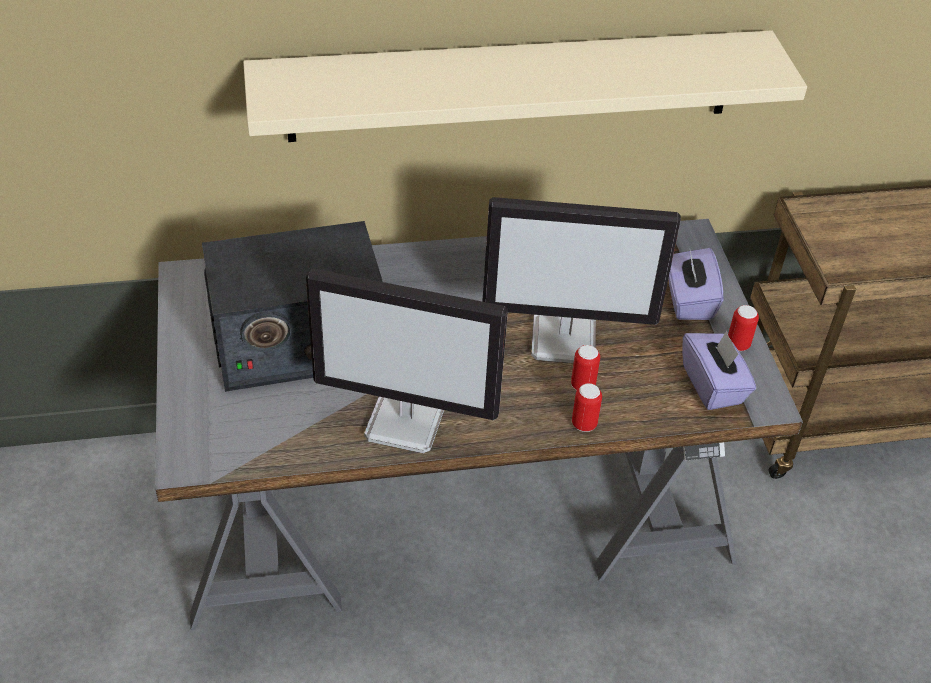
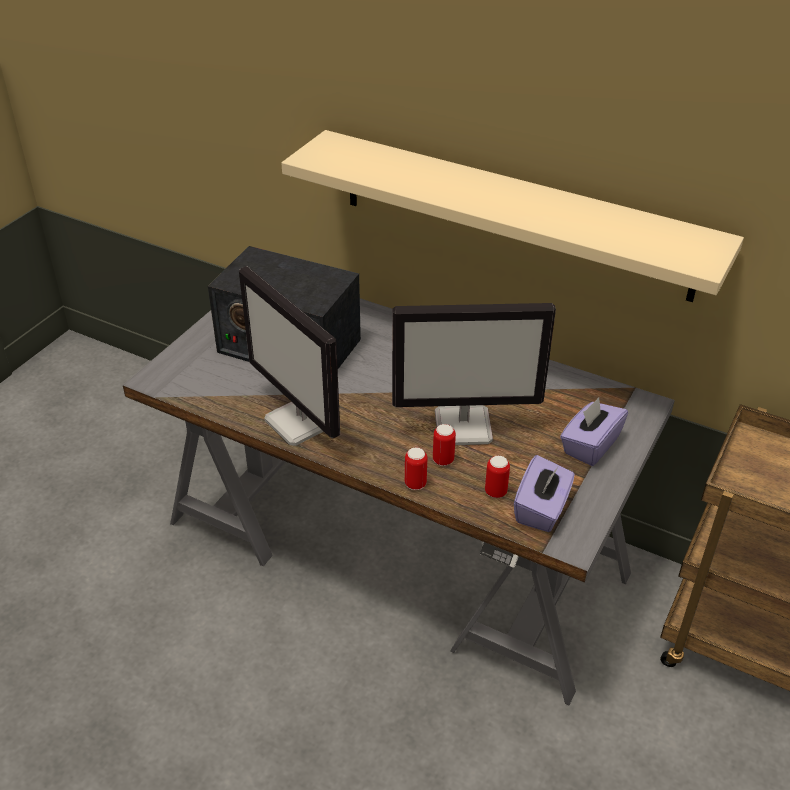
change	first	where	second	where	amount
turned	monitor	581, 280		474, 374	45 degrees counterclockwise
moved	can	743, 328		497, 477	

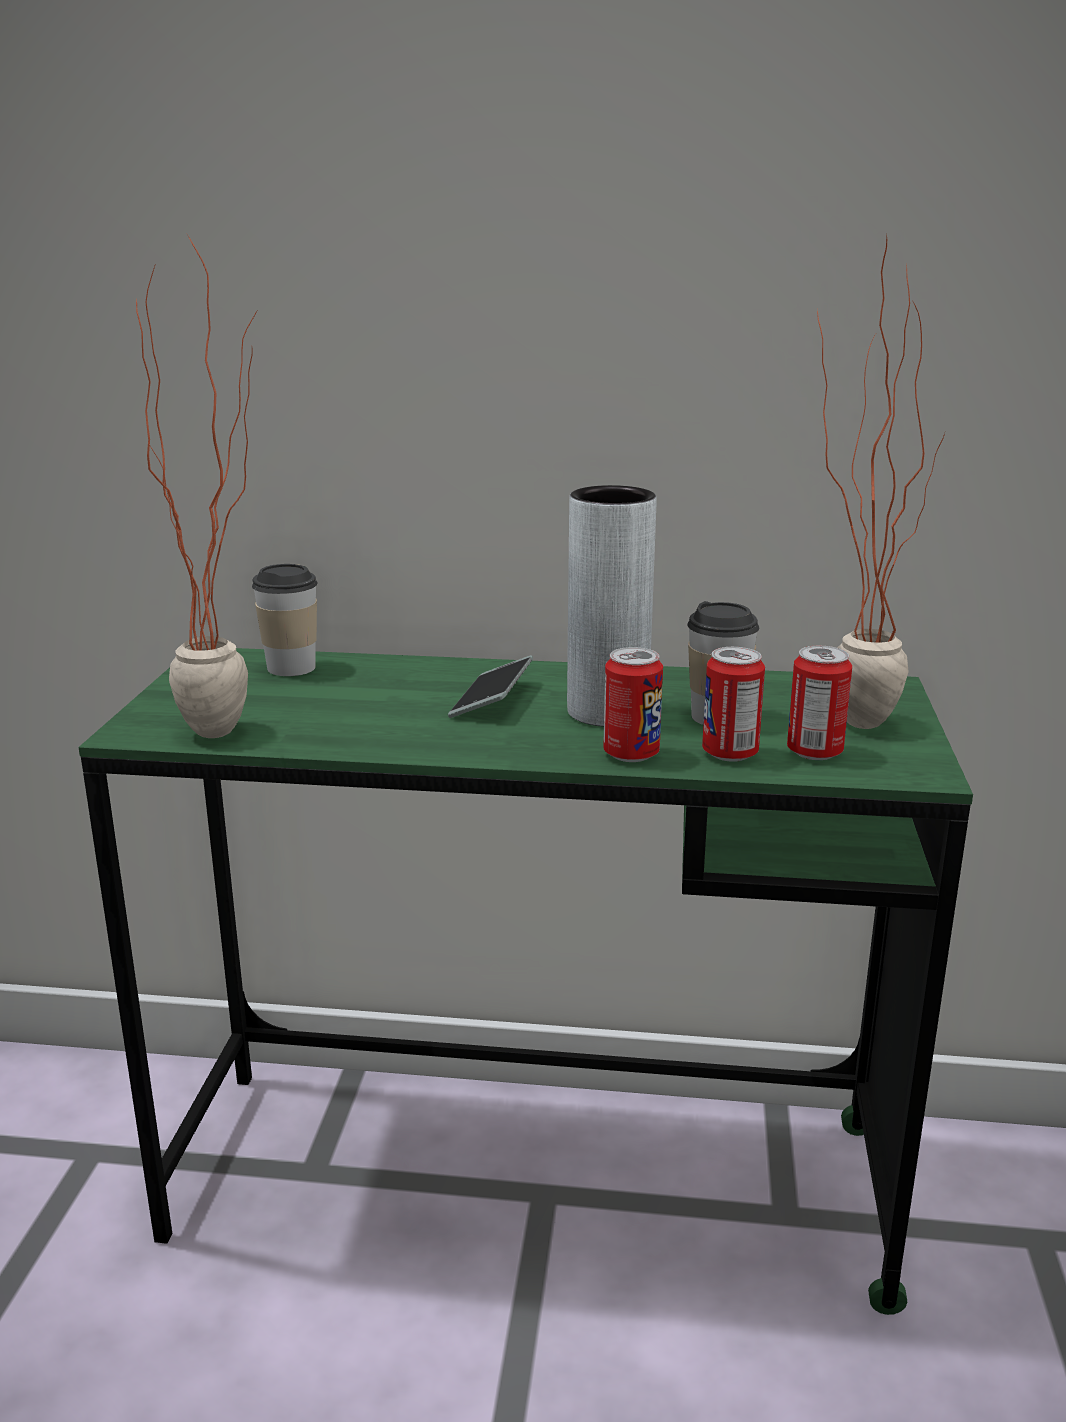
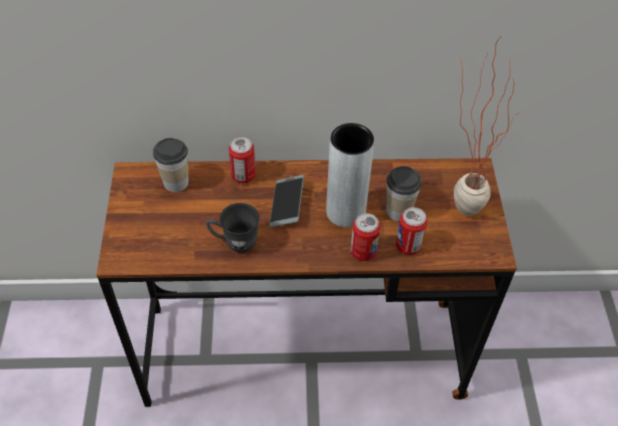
change	first	where	second	where	amount
removed	potted plant	196, 486			
moved	can	819, 703		242, 160	
recoloured	desk in green	525, 981	desk in brown	306, 282	
added			mug in grey	233, 228	

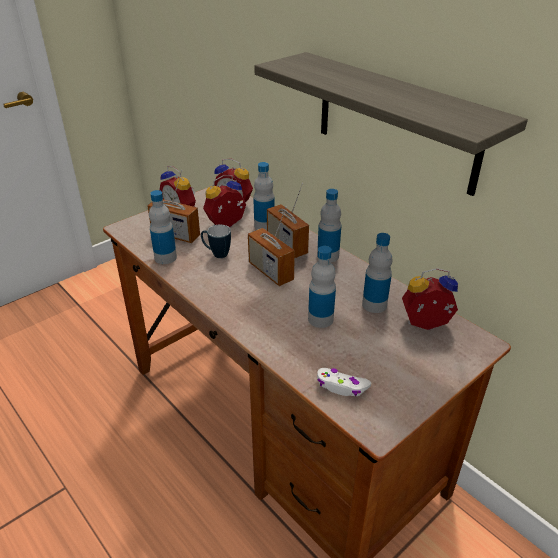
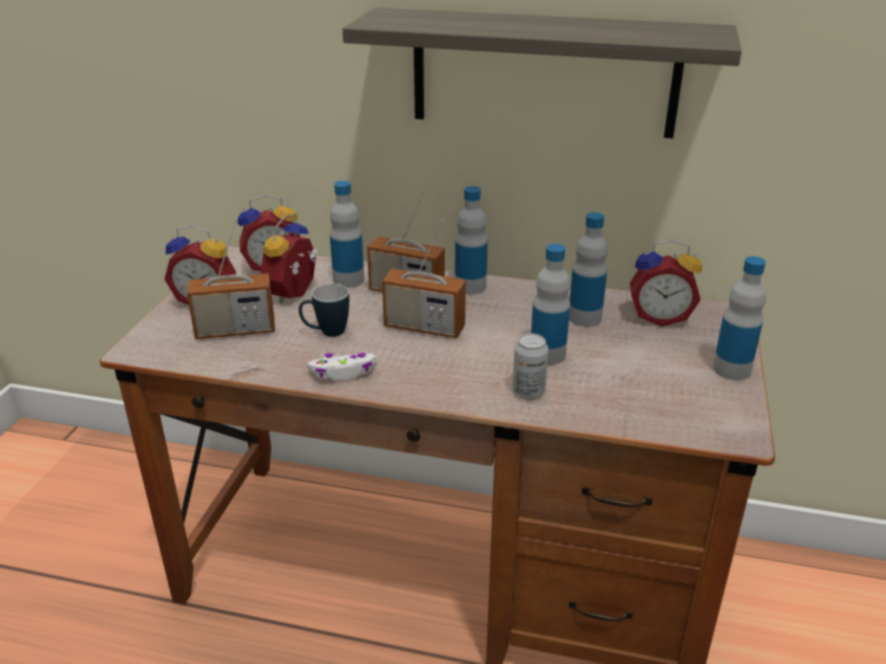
change	first	where	second	where	amount
moved	bottle	163, 227		739, 318	
turned	alarm clock	430, 299		666, 283	135 degrees counterclockwise
moved	game controller in white	344, 382		341, 366	
added			can	530, 366	

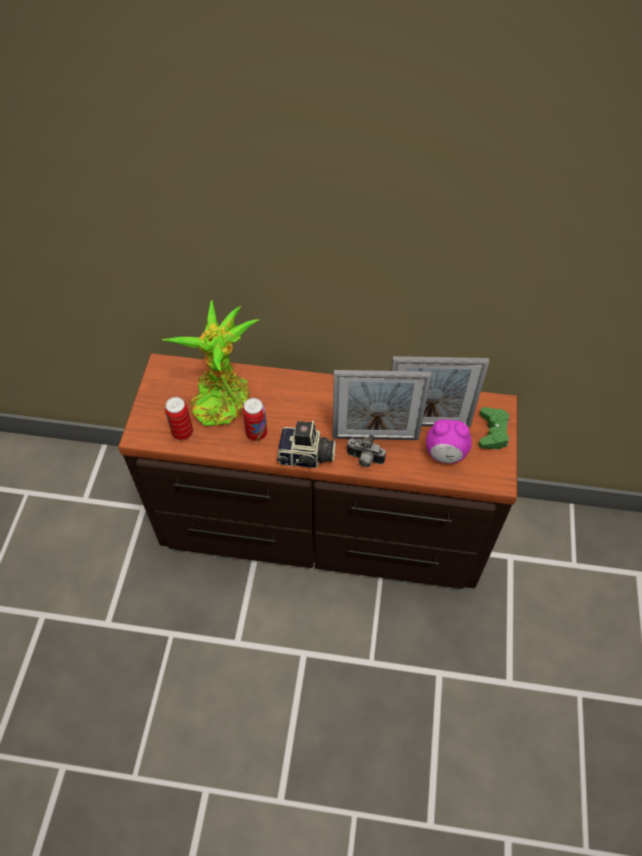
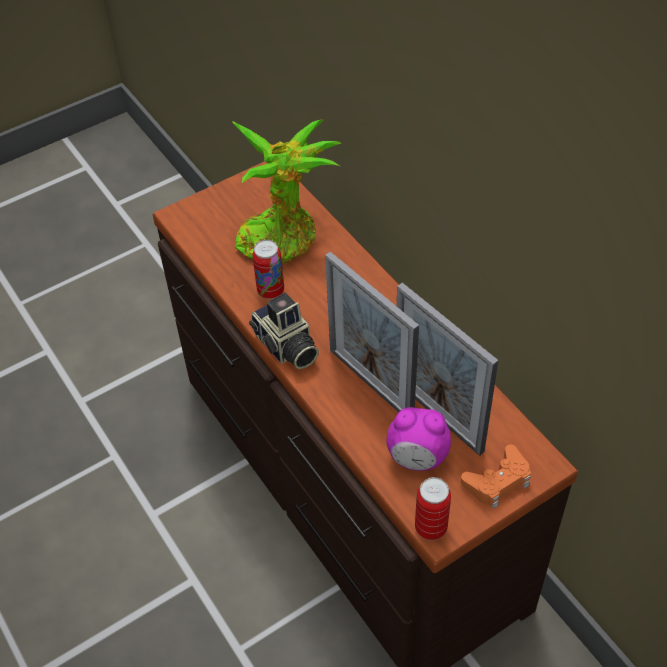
change	first	where	second	where	amount
moved	can	179, 418		433, 508	
recoloured	game controller in green	494, 428	game controller in orange	496, 477	
turned	alarm clock	449, 441		419, 439	45 degrees counterclockwise
removed	photo camera	366, 450			

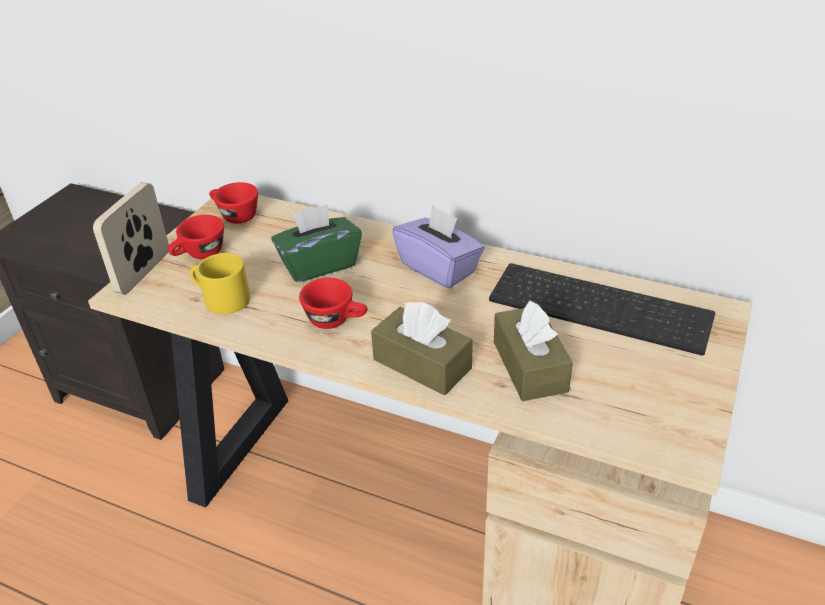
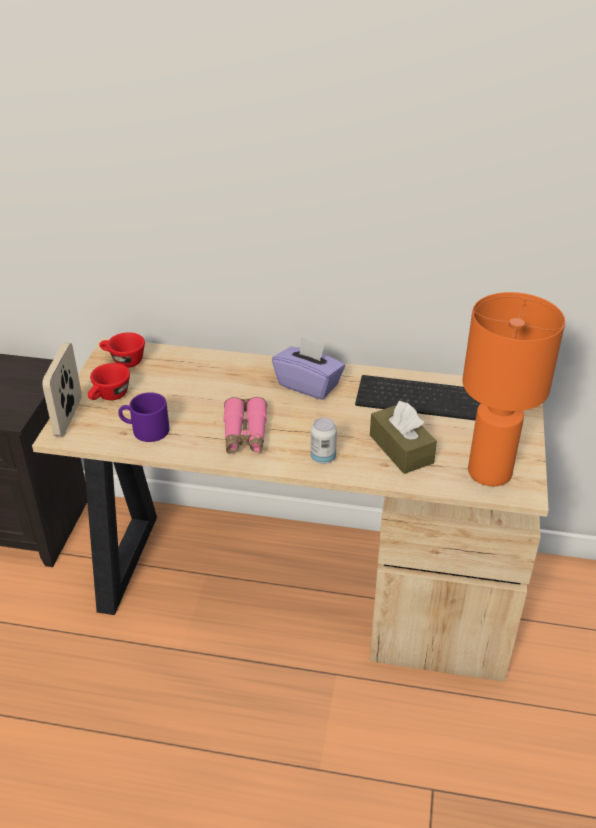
change	first	where	second	where	amount
removed	tissue box in green	316, 243			
recoloured	mug in yellow	220, 283	mug in purple	143, 417	
replaced	cup in red	333, 303	binoculars in pink	245, 425	
replaced	tissue box in brown	422, 348	can	324, 441	
added			table lamp in orange	513, 389	

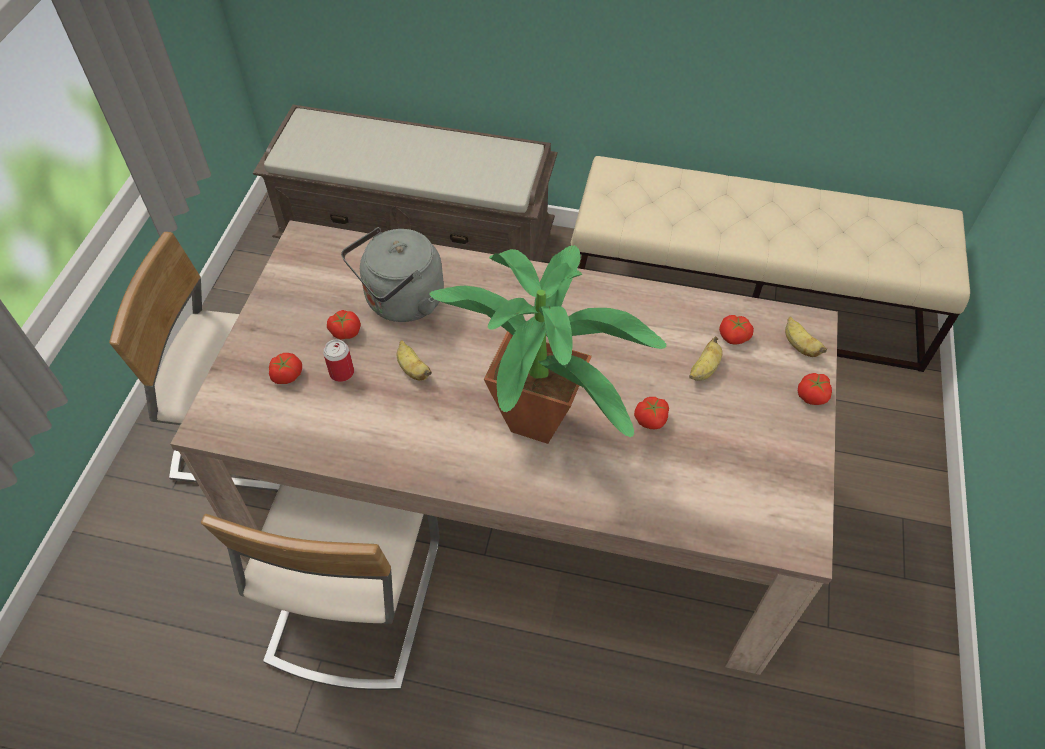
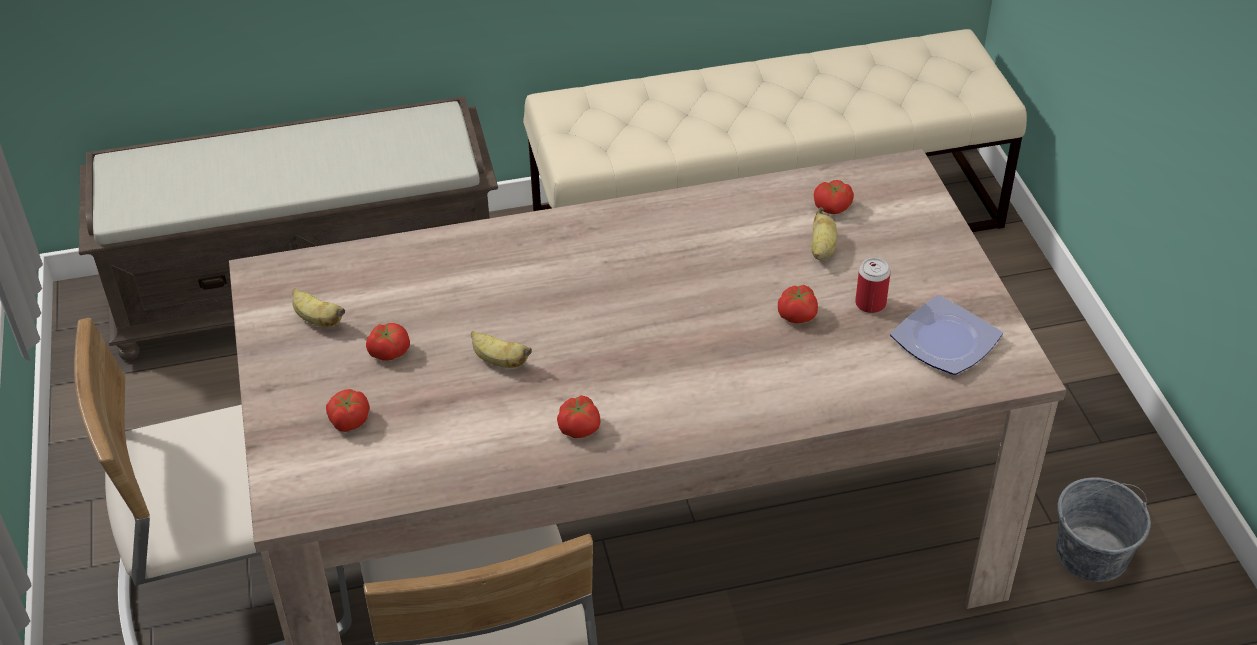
change	first	where	second	where	amount
removed	kettle in grey	392, 274			
removed	potted plant	548, 344			
moved	banana	806, 337		318, 308	
moved	can	338, 360		873, 285	
moved	tomato	815, 389		579, 416	
added			plate	946, 335	
added			bucket in grey	1103, 529	

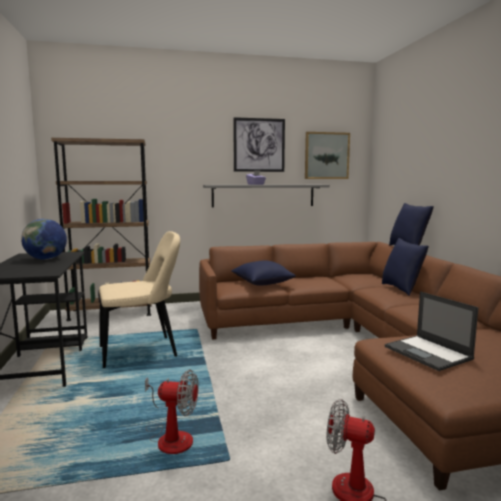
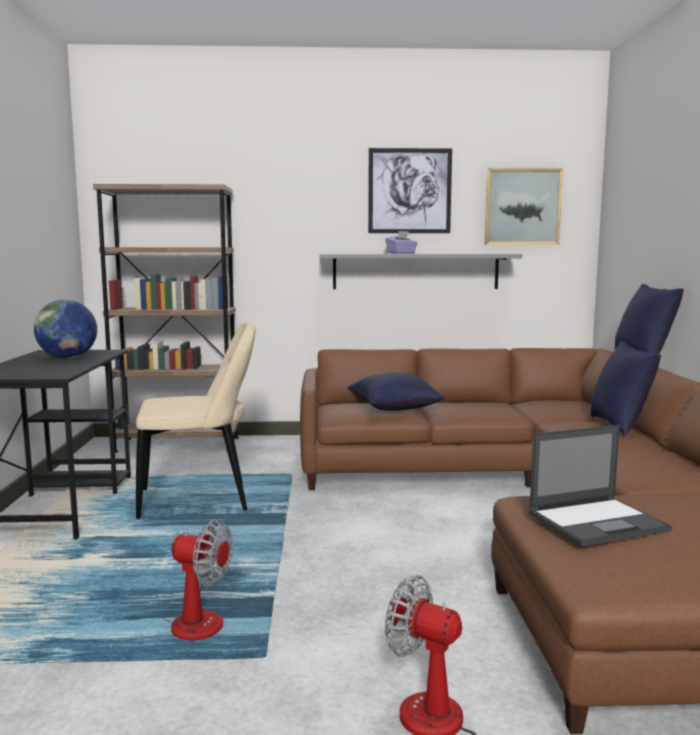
change	first	where	second	where	amount
turned	laptop	432, 331		600, 485	90 degrees counterclockwise

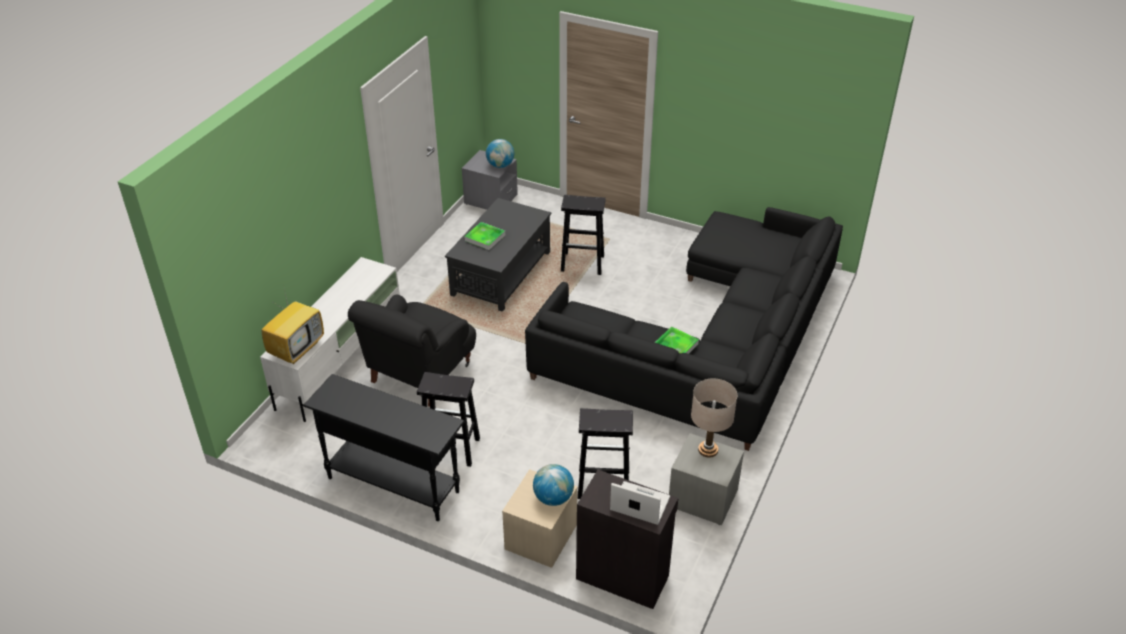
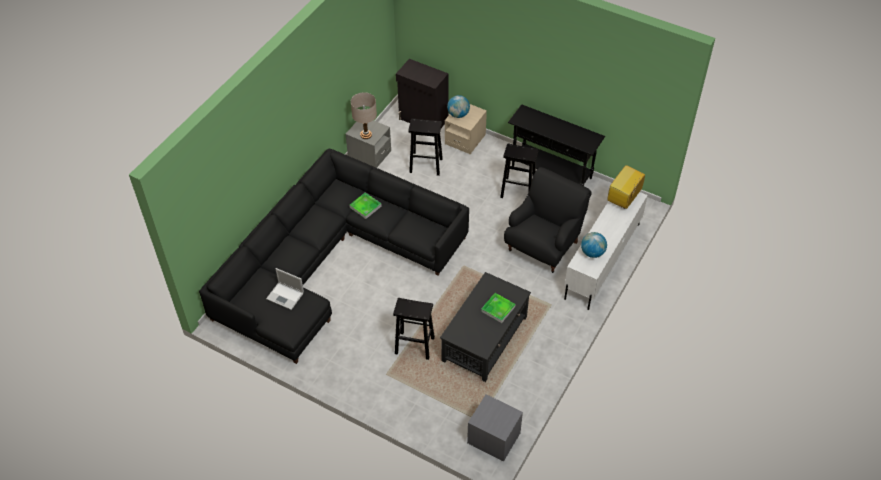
change	first	where	second	where	amount
moved	globe	500, 153		594, 245	
moved	laptop	640, 503		285, 289	

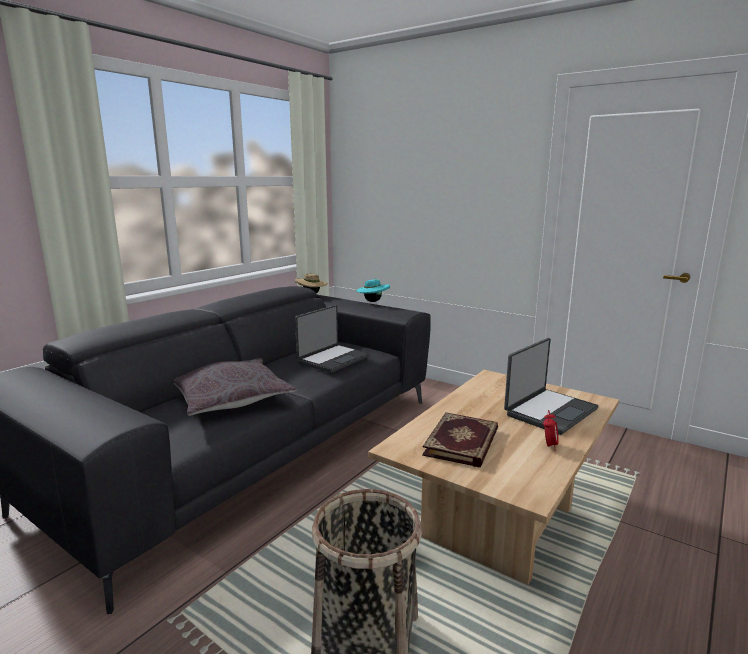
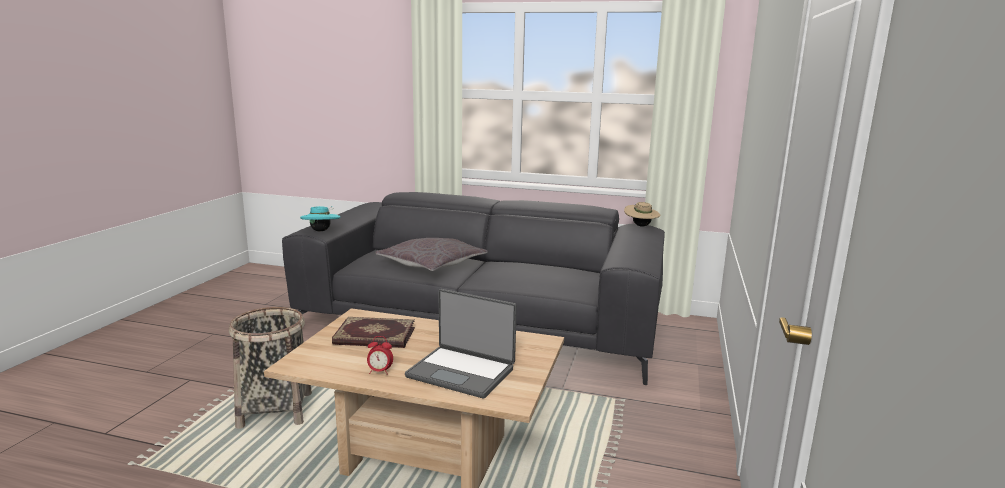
change	first	where	second	where	amount
moved	hat in turquoise	373, 290		320, 218	
removed	laptop	332, 339			

